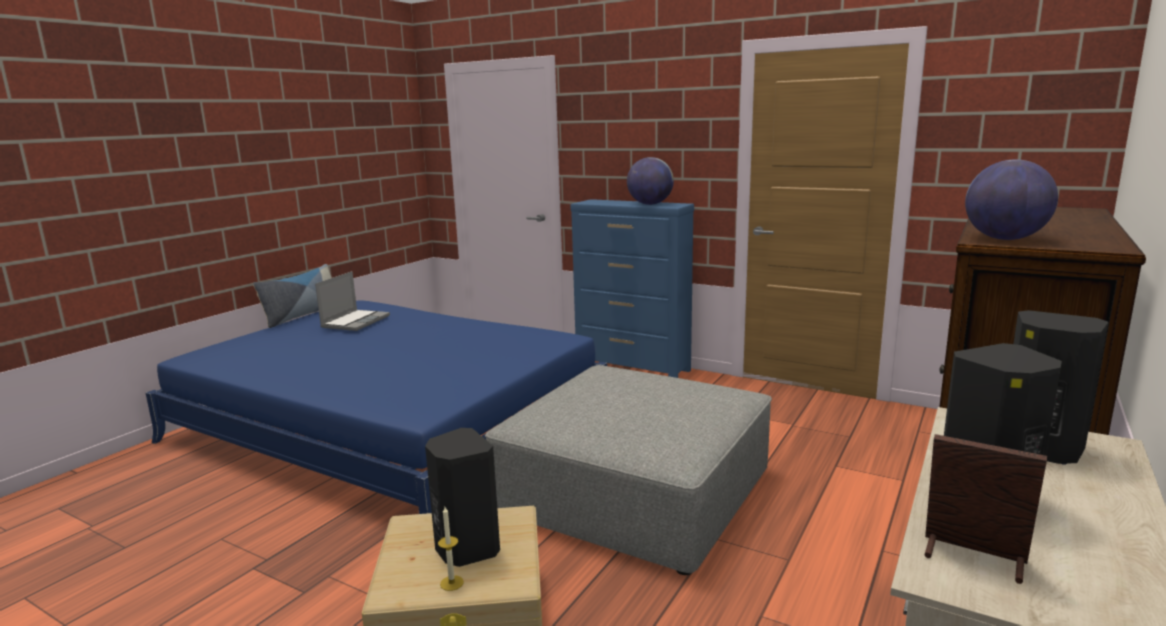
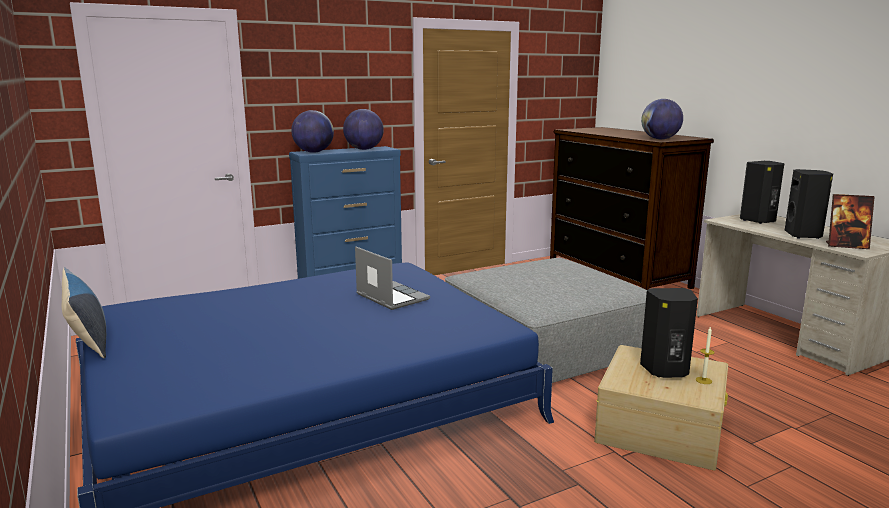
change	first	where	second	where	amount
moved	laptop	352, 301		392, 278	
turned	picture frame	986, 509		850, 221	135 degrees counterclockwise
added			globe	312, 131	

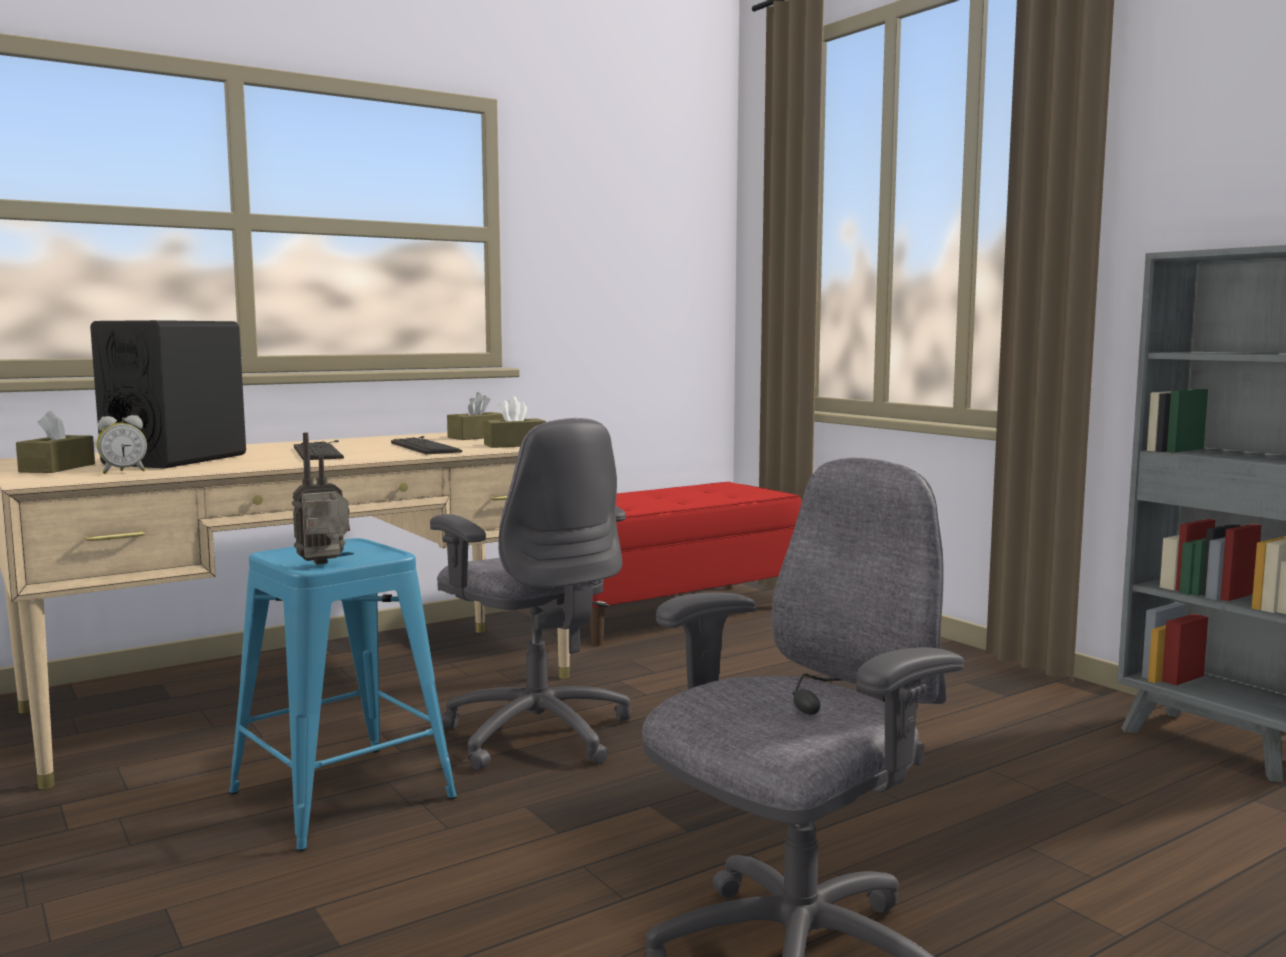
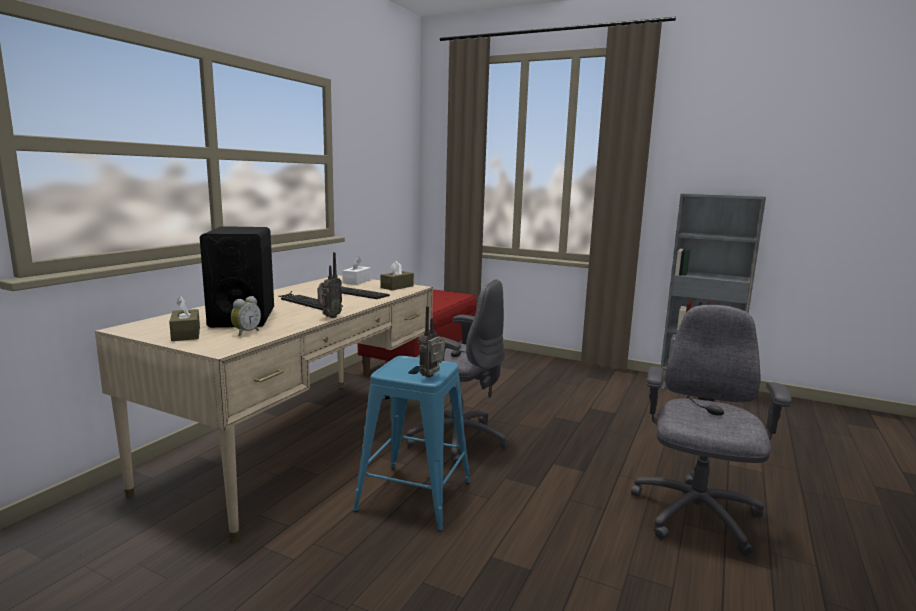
change	first	where	second	where	amount
recoloured	tissue box in brown	476, 416	tissue box in white	356, 270	
added			radio	329, 285	

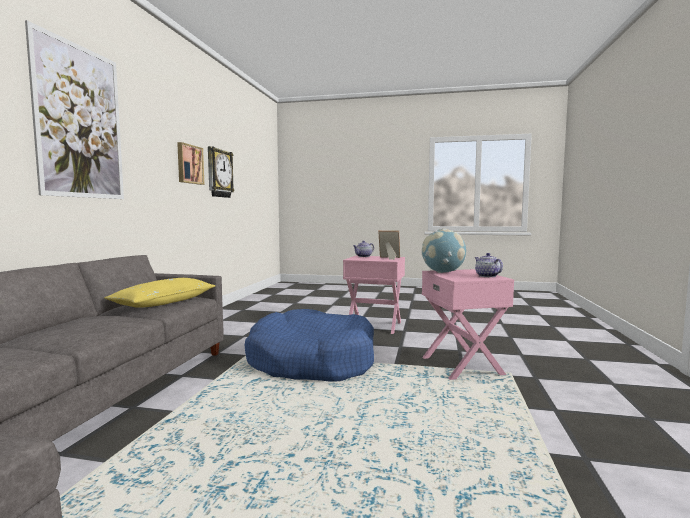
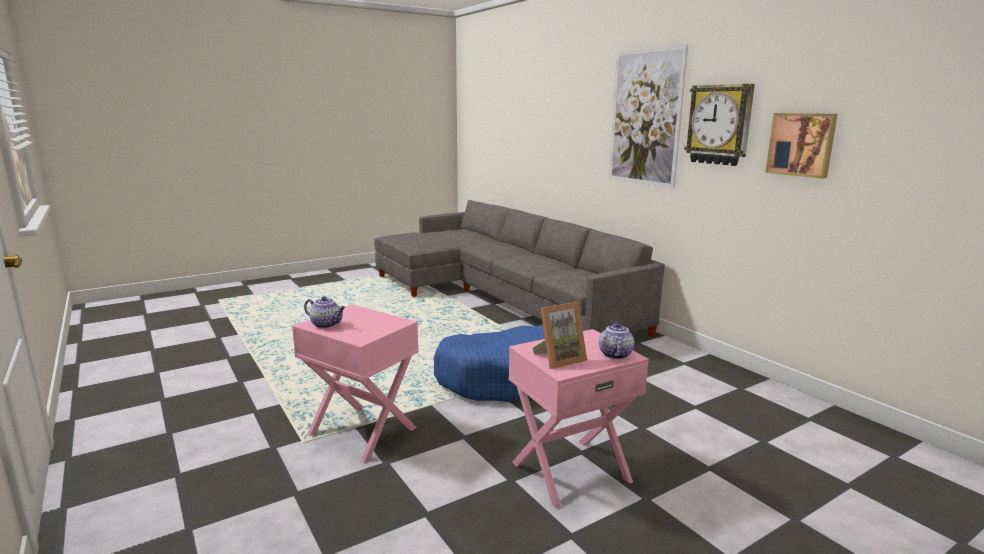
change	first	where	second	where	amount
moved	wall clock	221, 172		719, 125	
removed	globe	444, 251			
removed	pillow in yellow	159, 293			

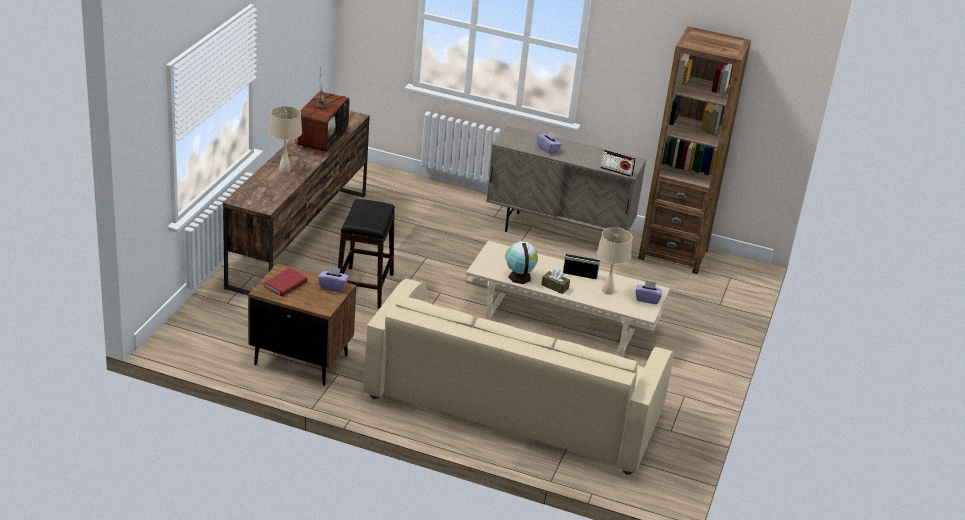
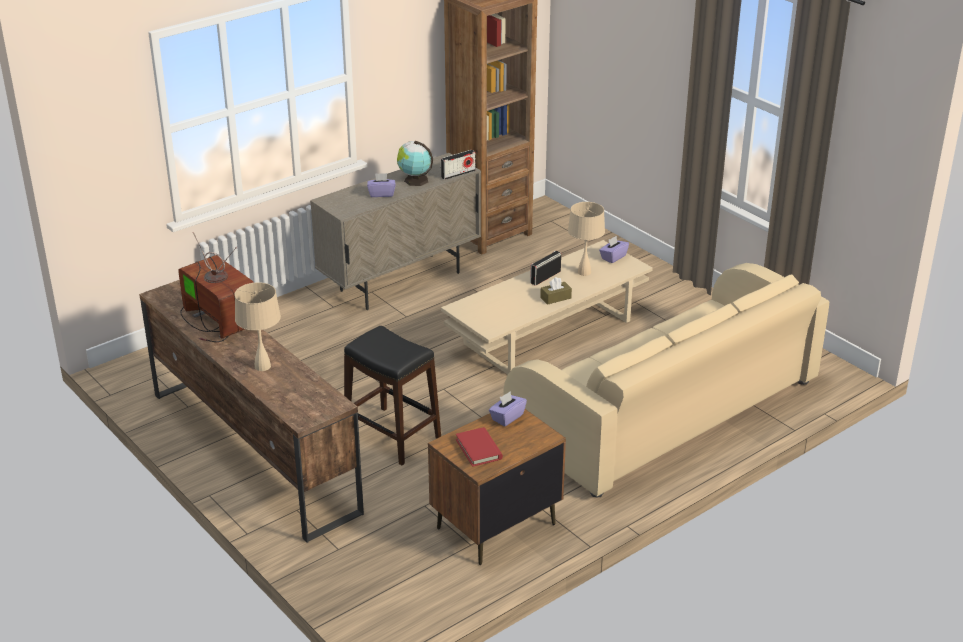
change	first	where	second	where	amount
moved	globe	522, 262		415, 163	

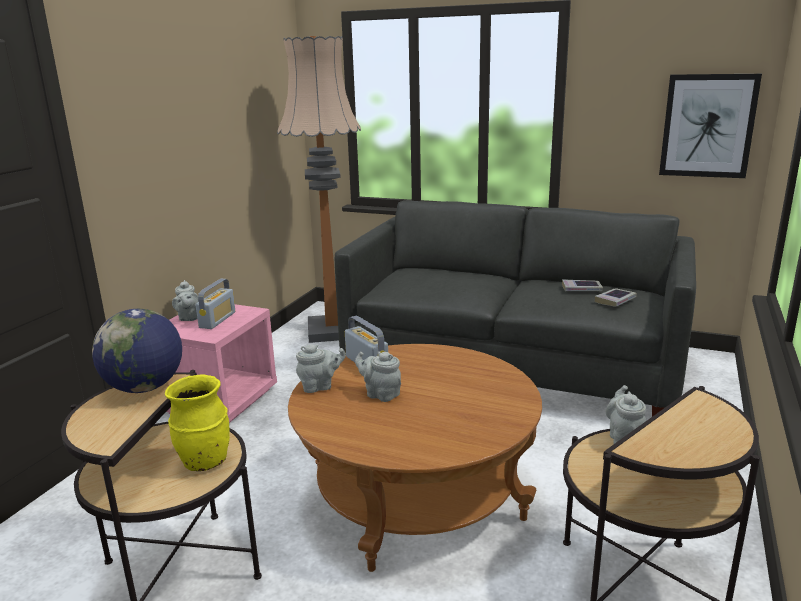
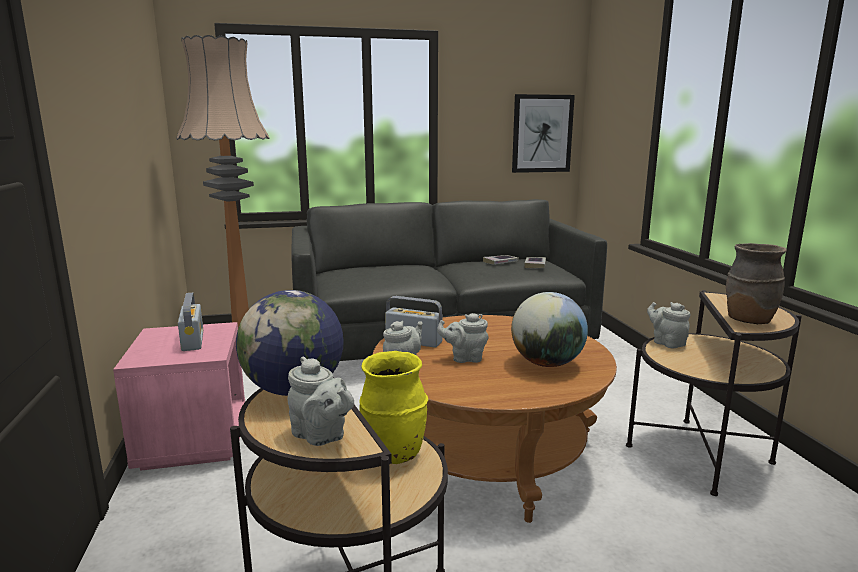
change	first	where	second	where	amount
moved	teapot in grey	185, 300		320, 401	
added			vase in brown	756, 283	
added			globe	549, 329	

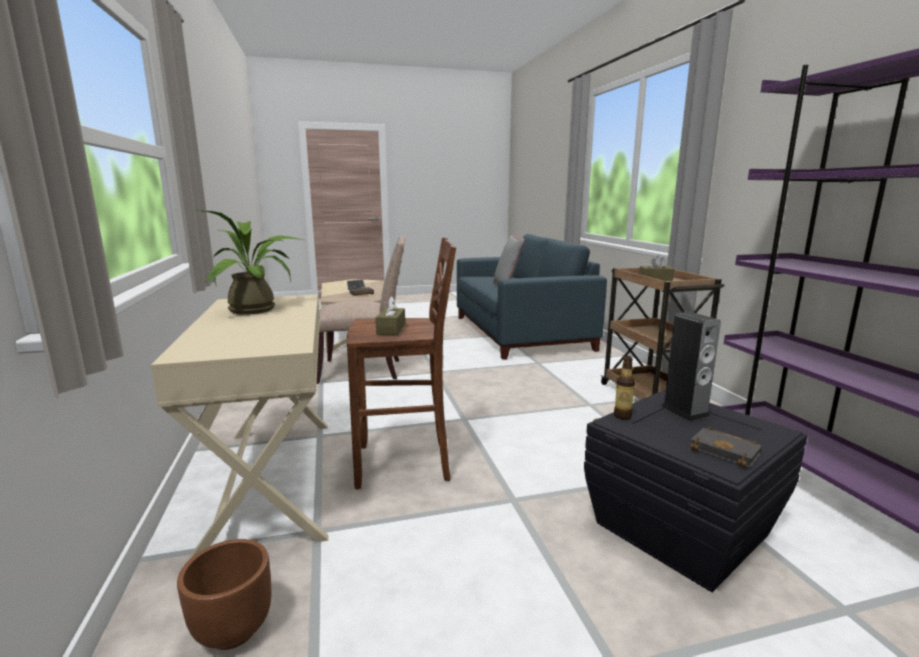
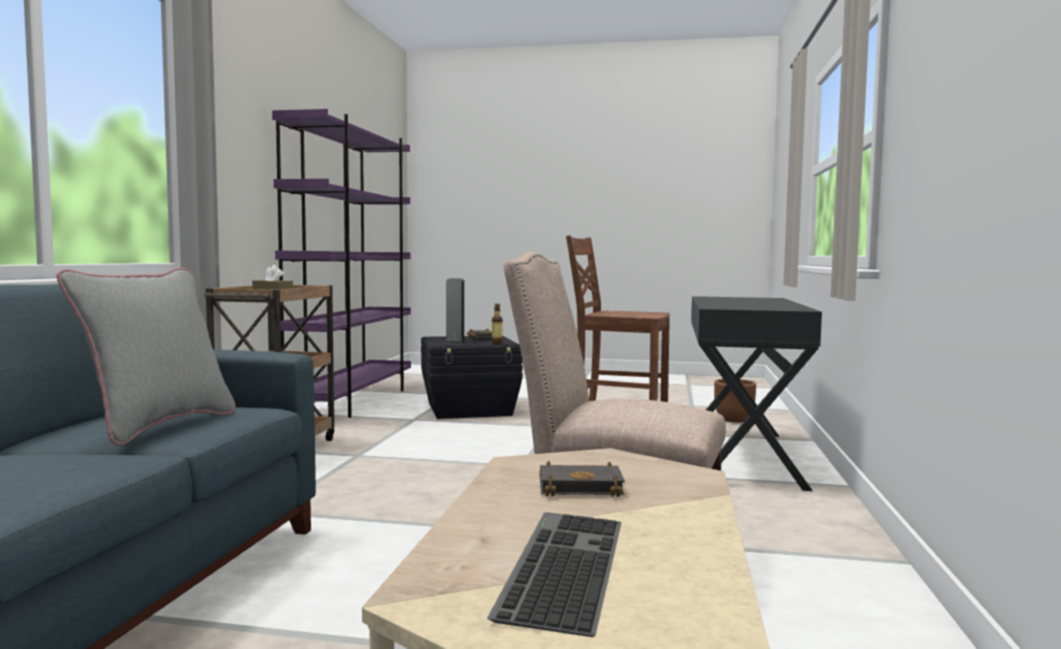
change	first	where	second	where	amount
removed	potted plant	249, 262			
recoloured	desk in beige	239, 427	desk in black	756, 393	
removed	tissue box in brown	390, 315			

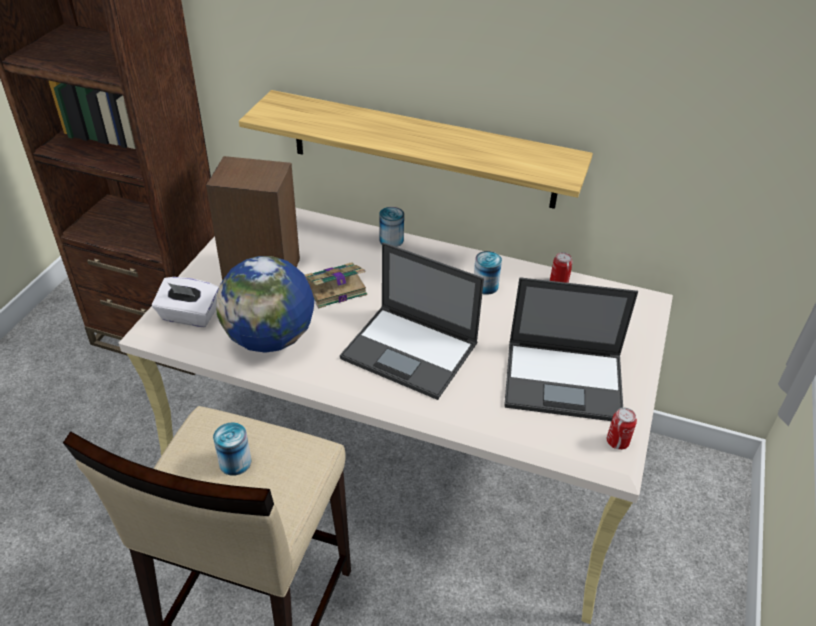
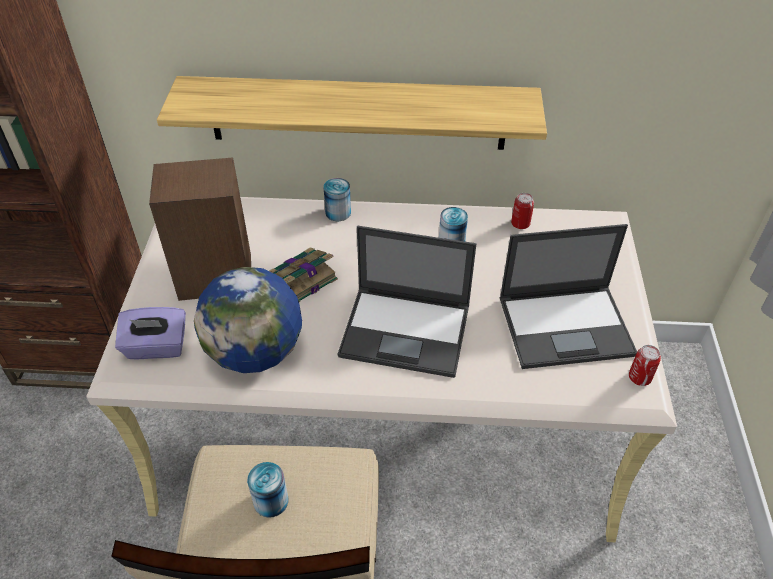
change	first	where	second	where	amount
recoloured	tissue box in white	185, 302	tissue box in purple	150, 333	

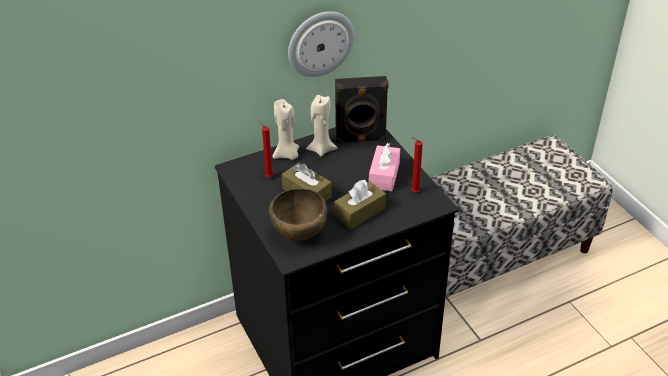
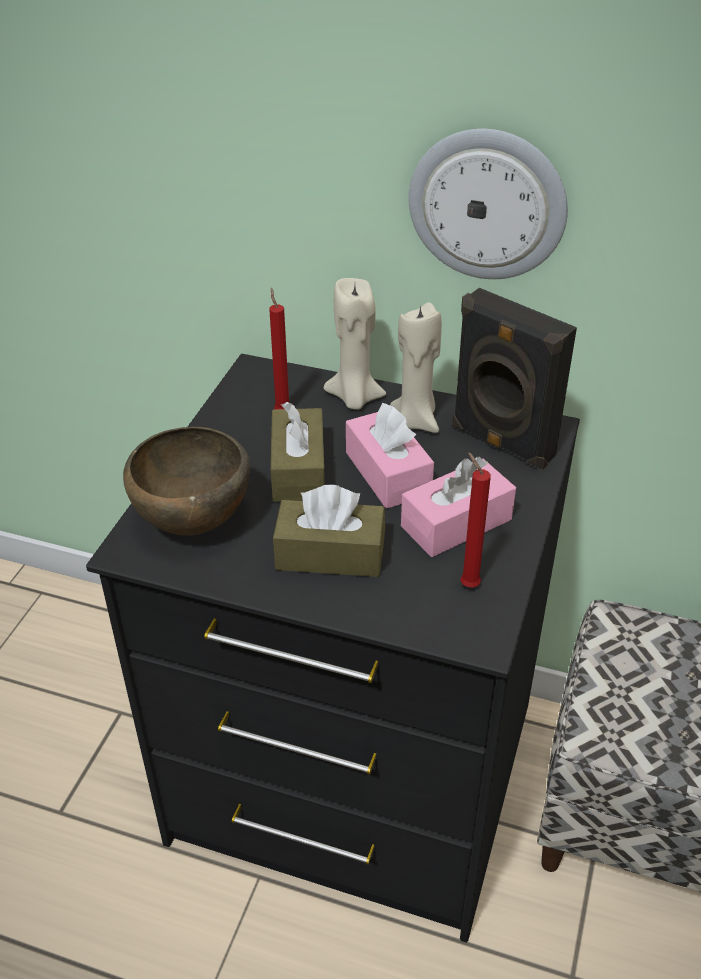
change	first	where	second	where	amount
added			tissue box in pink	390, 456	

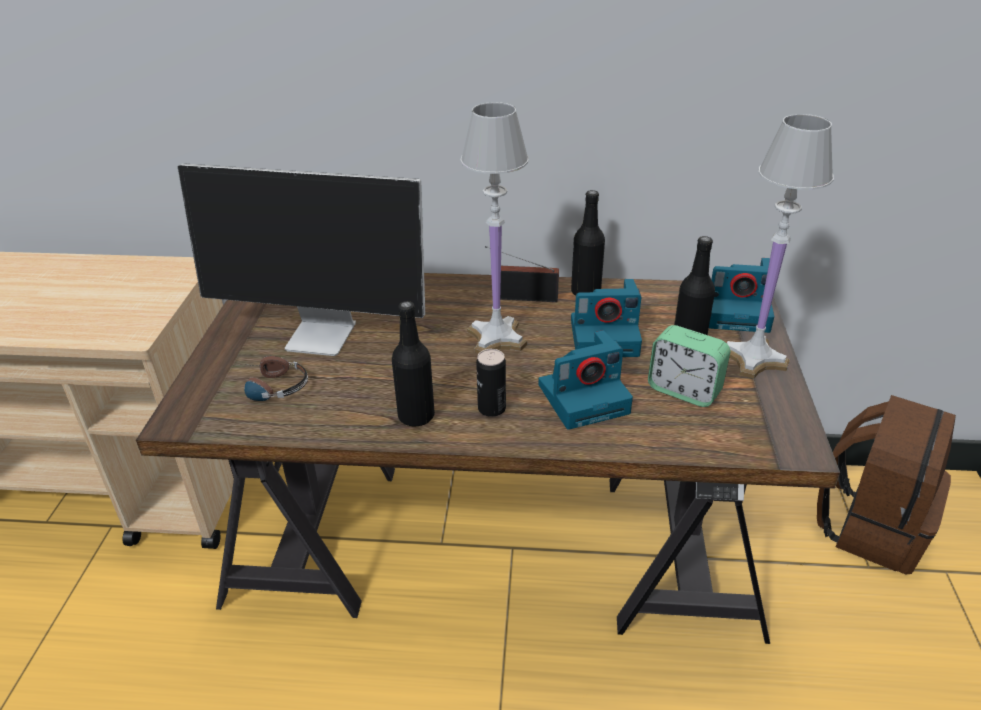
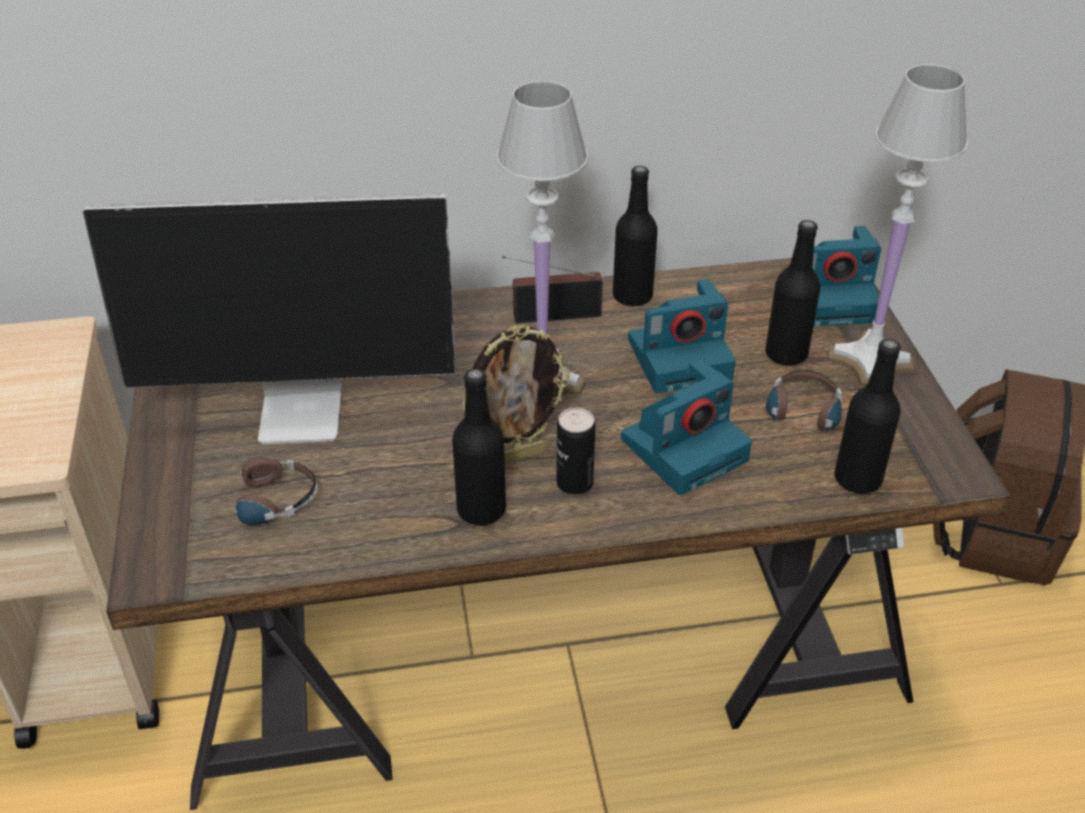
change	first	where	second	where	amount
replaced	alarm clock	689, 366	headphones	804, 402	
added			picture frame	516, 394	
added			bottle in black	867, 416	

